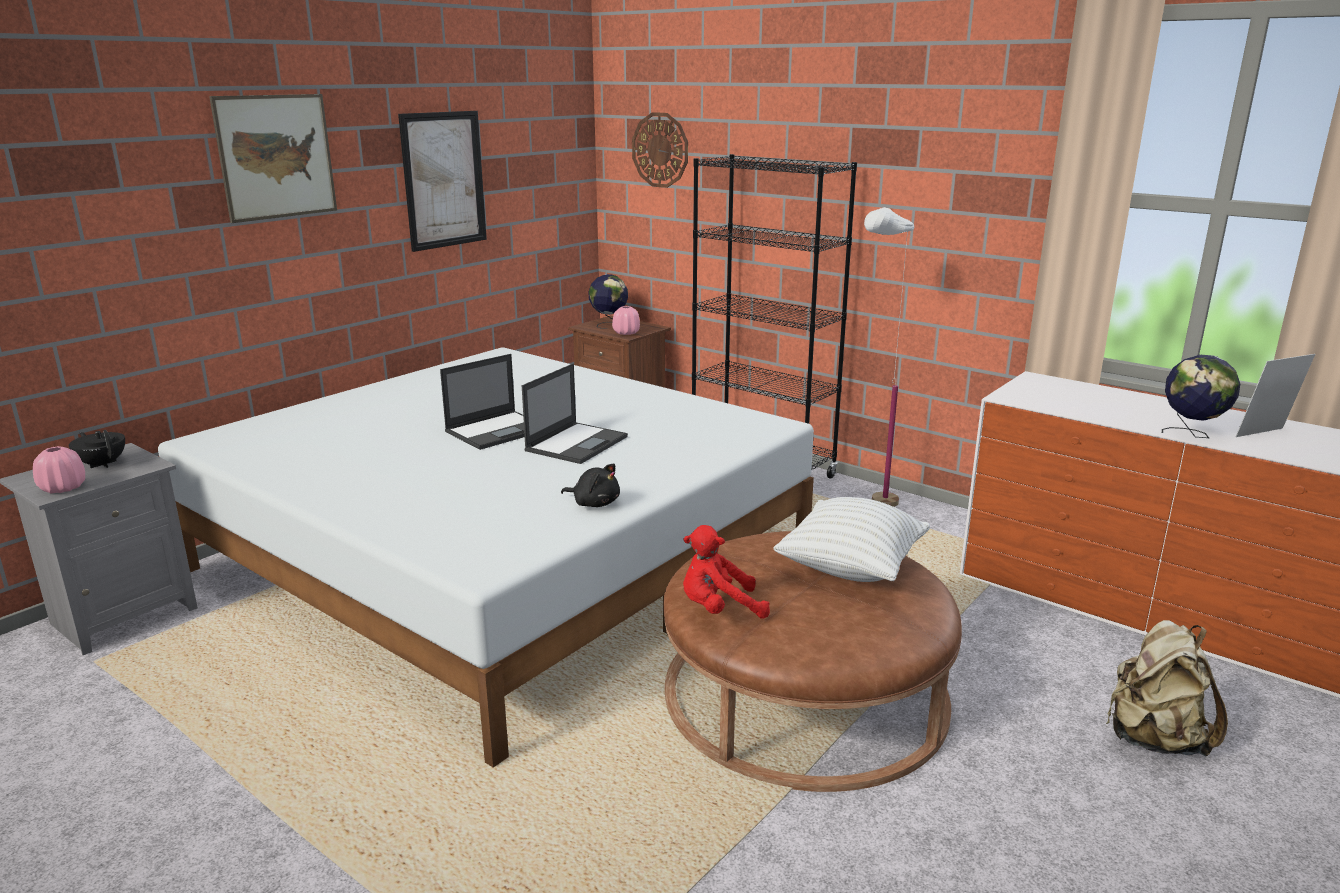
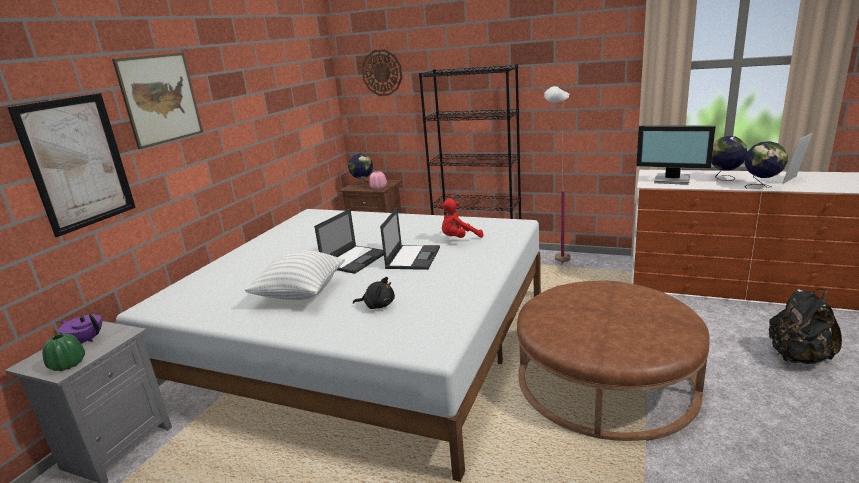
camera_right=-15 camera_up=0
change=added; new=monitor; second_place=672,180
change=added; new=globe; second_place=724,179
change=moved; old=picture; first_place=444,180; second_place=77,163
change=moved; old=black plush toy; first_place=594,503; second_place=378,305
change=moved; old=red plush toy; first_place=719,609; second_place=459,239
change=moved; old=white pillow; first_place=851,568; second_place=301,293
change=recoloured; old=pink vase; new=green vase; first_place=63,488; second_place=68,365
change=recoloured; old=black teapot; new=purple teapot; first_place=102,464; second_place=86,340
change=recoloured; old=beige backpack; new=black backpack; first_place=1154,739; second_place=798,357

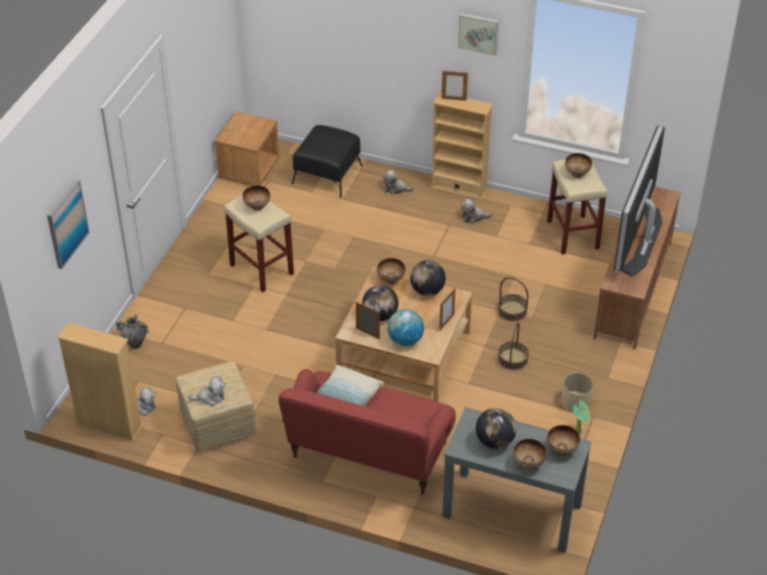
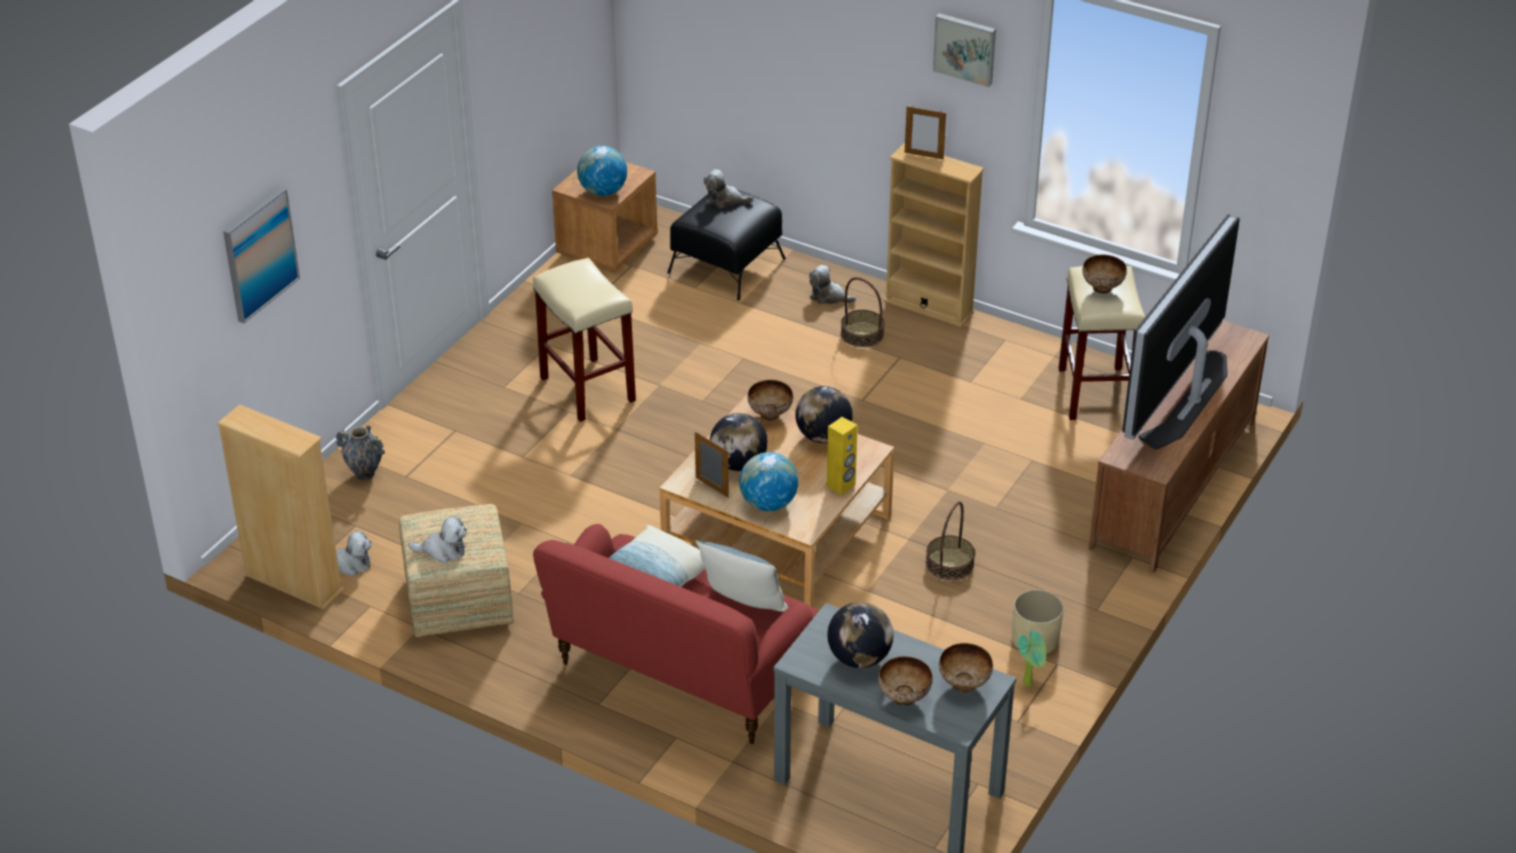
camera_right=10 camera_up=-5
change=removed; old=bowl; first_place=257,206
change=added; new=globe; second_place=603,191
change=added; new=pillow; second_place=744,605
change=moved; old=plush toy; first_place=474,217; second_place=725,200
change=moved; old=basket; first_place=512,311; second_place=862,334
change=replaced; old=picture frame; new=yellow speaker; first_place=446,322; second_place=841,485

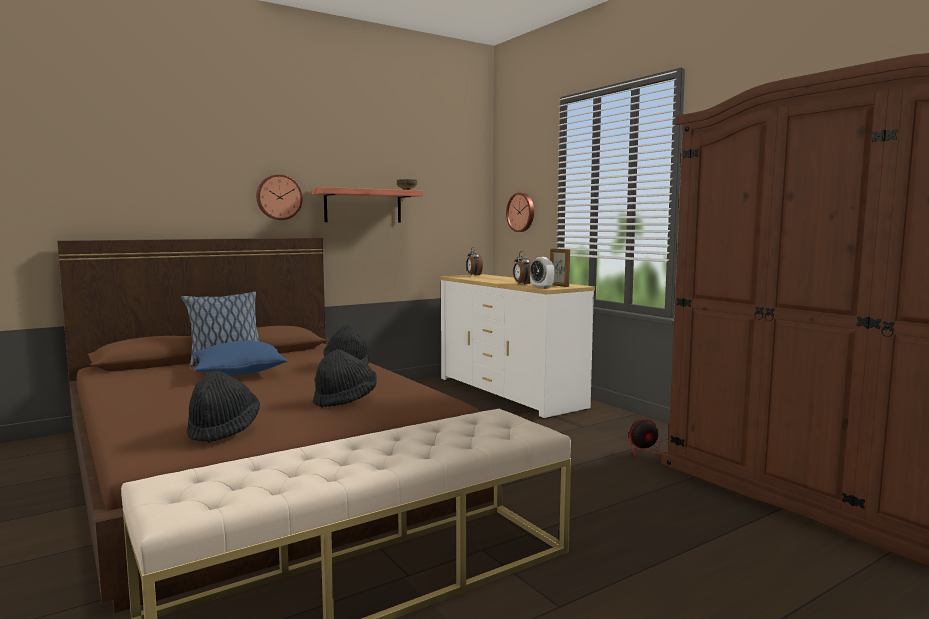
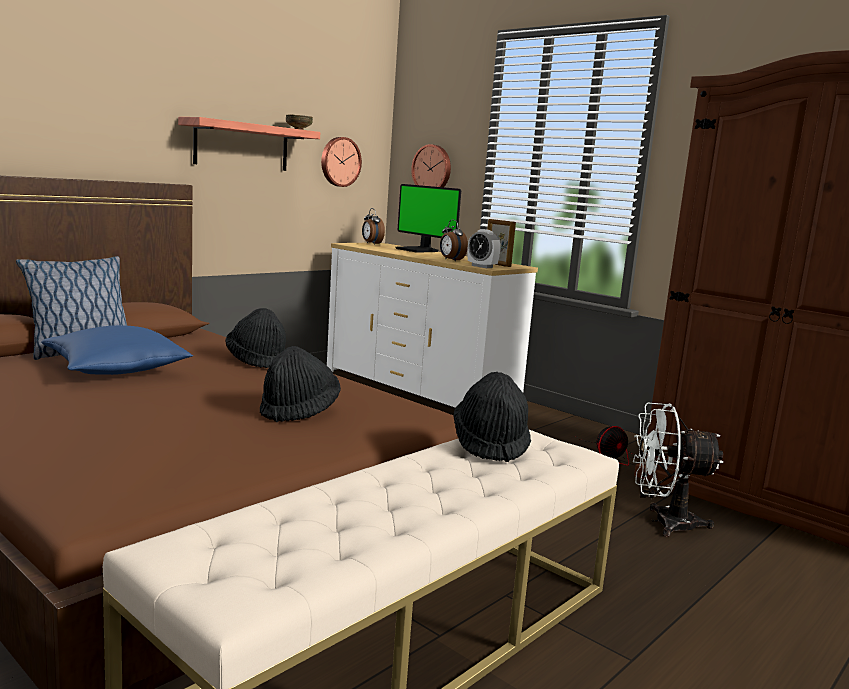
camera_right=-15 camera_up=5
change=added; new=monitor; second_place=418,250
change=added; new=white fan; second_place=663,522
change=moved; old=black hat; first_place=224,430; second_place=490,444
change=moved; old=wall clock; first_place=278,197; second_place=339,161

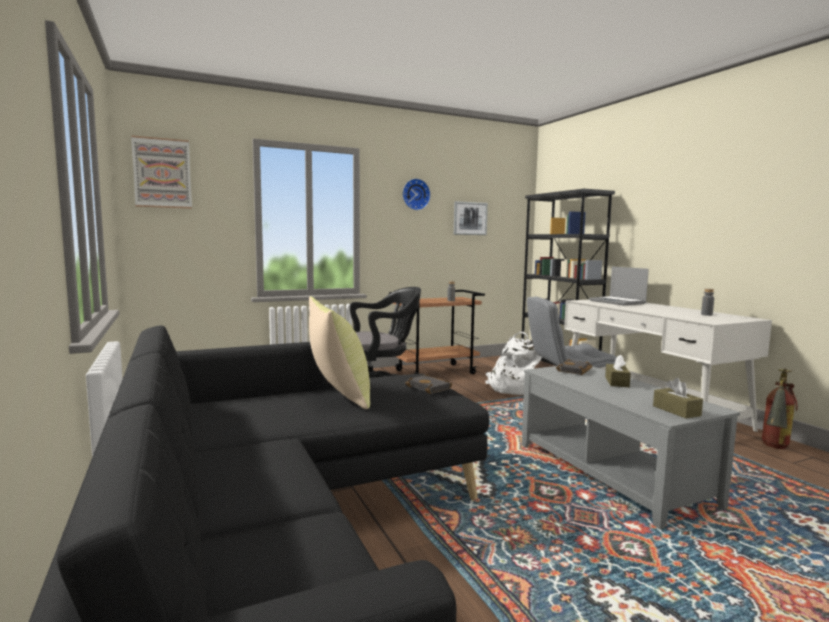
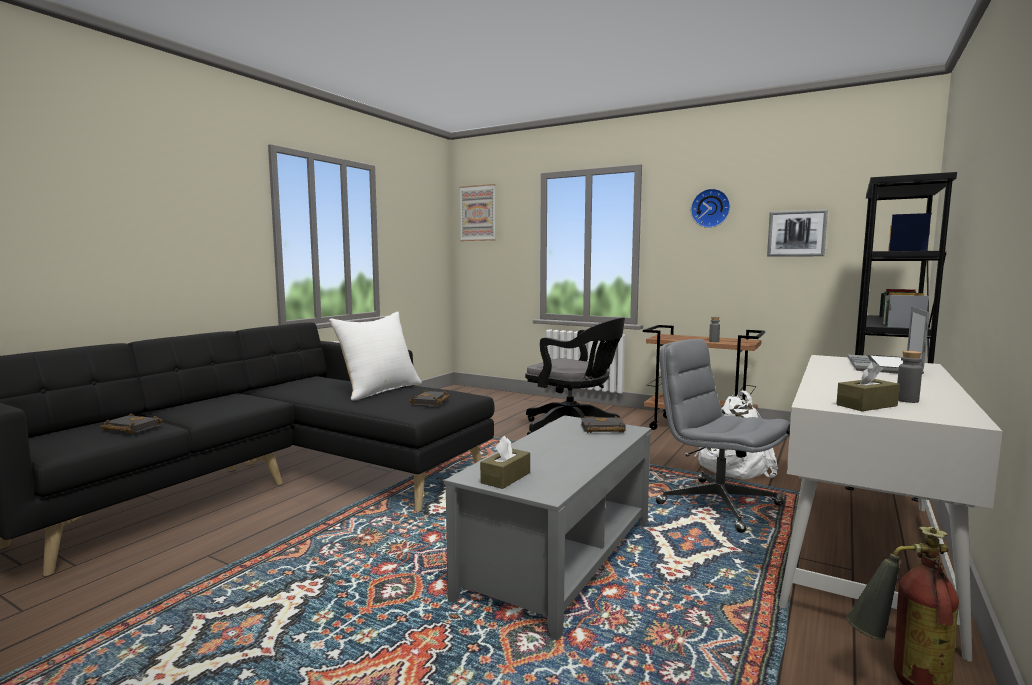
camera_right=55 camera_up=0
change=added; new=black book; second_place=129,428
change=moved; old=brown tissue box; first_place=617,382; second_place=866,405
change=recoloured; old=yellow pillow; new=white pillow; first_place=338,394; second_place=380,390

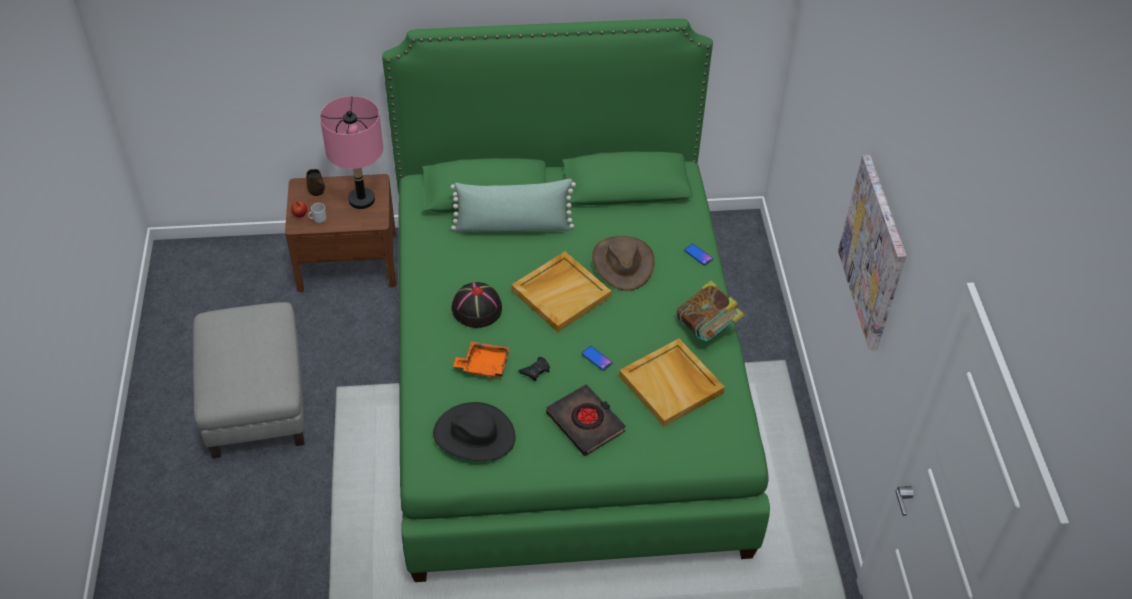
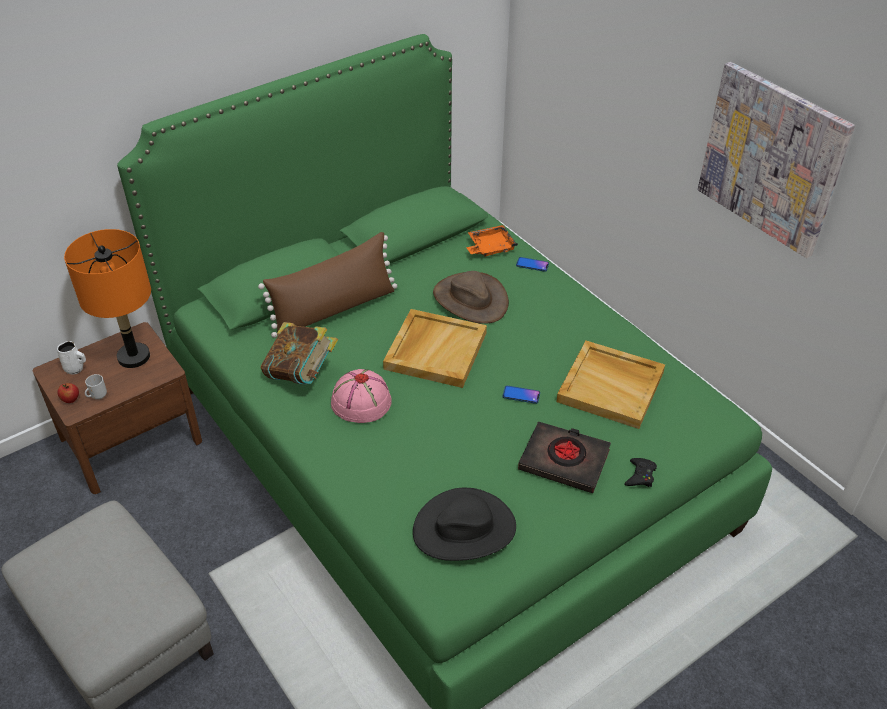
camera_right=-30 camera_up=-5
change=moved; old=orange tray; first_place=484,365; second_place=490,247
change=moved; old=black game controller; first_place=535,371; second_place=640,476
change=moved; old=book; first_place=707,328; second_place=301,374
change=recoloured; old=brown mug; new=white mug; first_place=317,192; second_place=75,369
change=recoloured; old=pink table lamp; new=orange table lamp; first_place=361,199; second_place=133,356
change=recoloured; old=green pillow; new=brown pillow; first_place=513,226; second_place=334,309
change=recoloured; old=black hat; new=pink hat; first_place=476,309; second_place=360,402

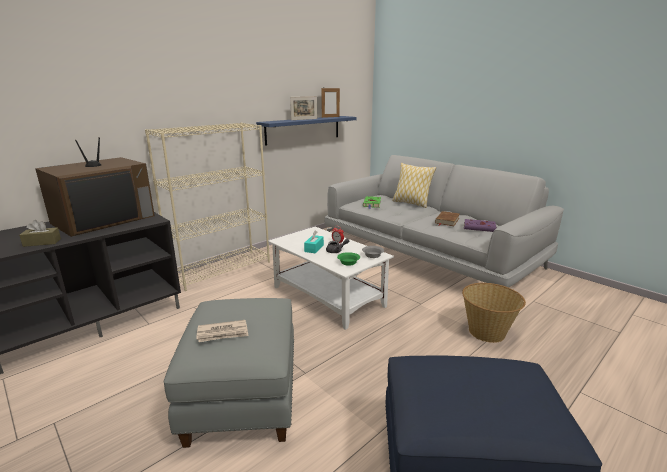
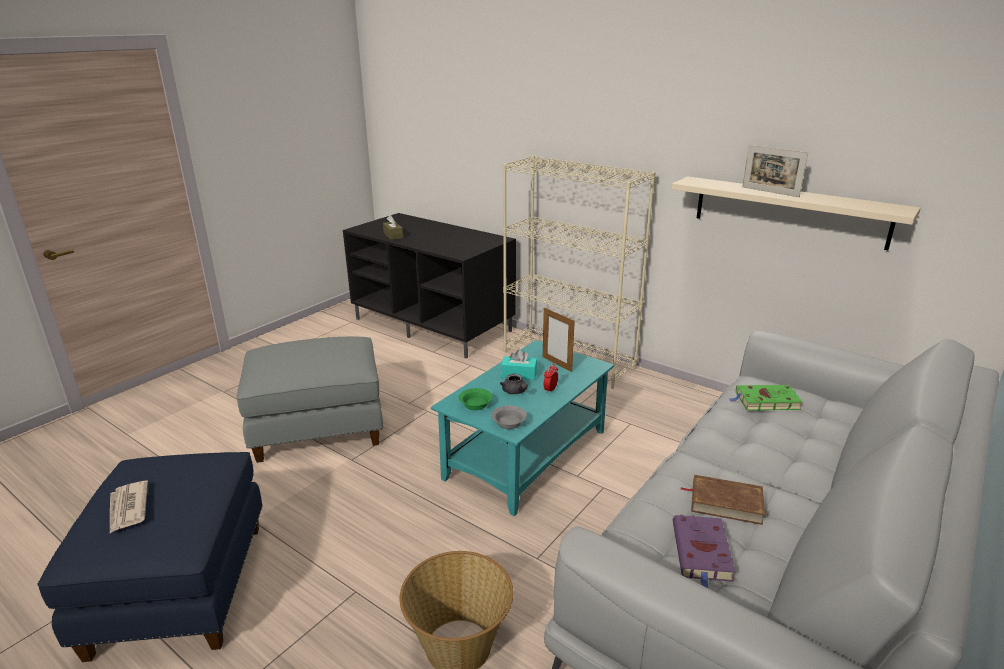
camera_right=80 camera_up=5
change=removed; old=television; first_place=105,220
change=removed; old=pillow; first_place=411,203
change=moved; old=newspaper; first_place=223,333; second_place=128,508
change=moved; old=picture frame; first_place=330,117; second_place=557,364
change=recoloured; old=blue shelf; new=beige shelf; first_place=303,129; second_place=789,211
change=recoloured; old=white coffee table; new=turquoise coffee table; first_place=329,297; second_place=526,455

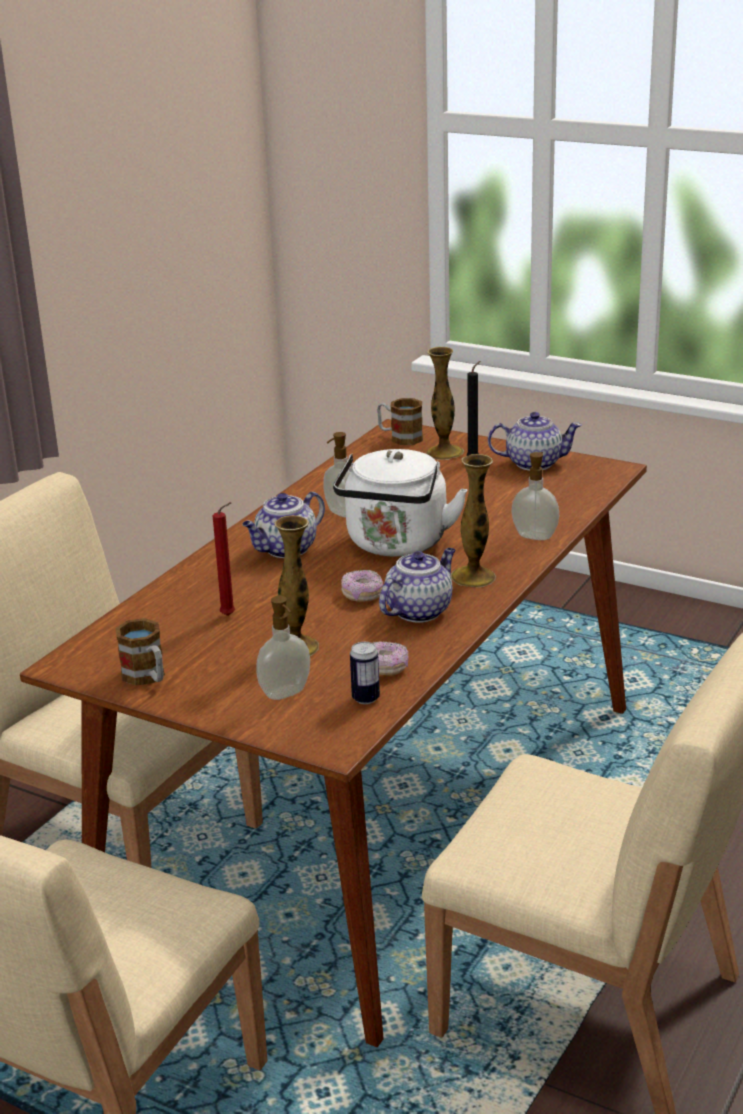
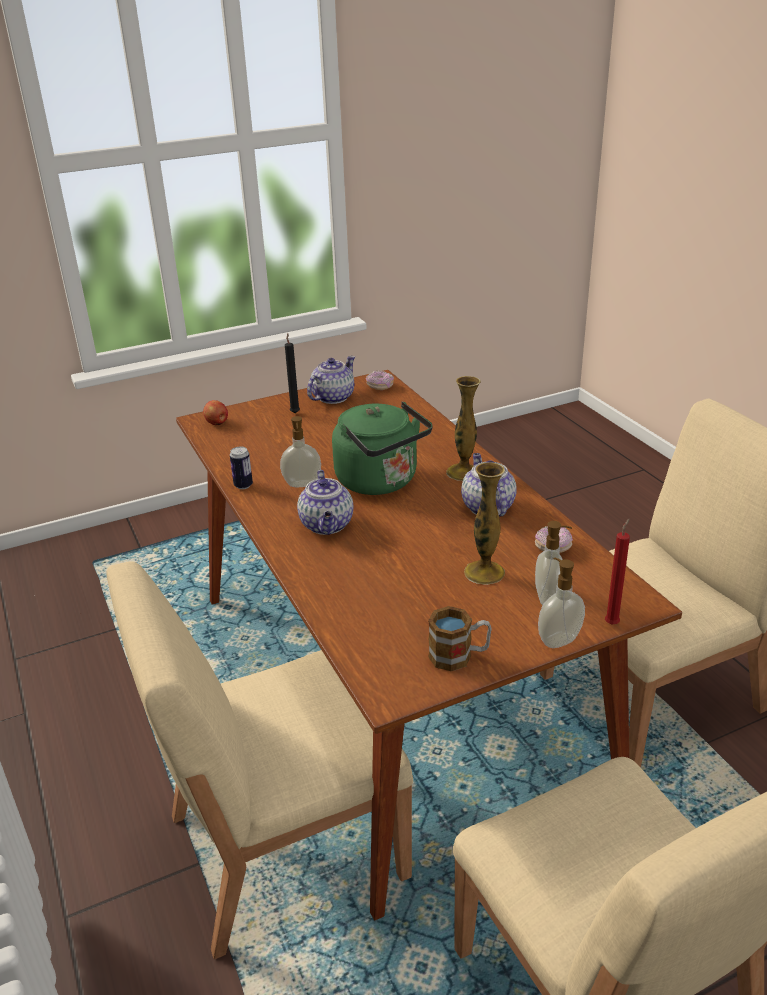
camera_right=-55 camera_up=5
change=removed; old=vase; first_place=444,452
change=moved; old=red candle; first_place=230,615; second_place=612,623
change=moved; old=donut; first_place=362,595; second_place=380,386
change=moved; old=can; first_place=365,698; second_place=243,485
change=moved; old=soap dispenser; first_place=535,536; second_place=558,639
change=replaced; old=mug; new=apple; first_place=400,437; second_place=217,423
change=recoloured; old=white kettle; new=green kettle; first_place=396,545; second_place=381,482

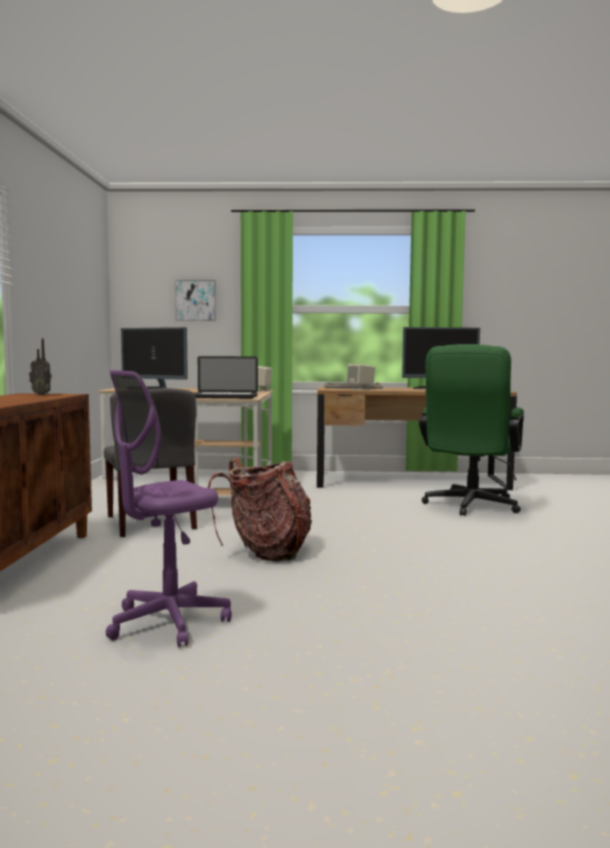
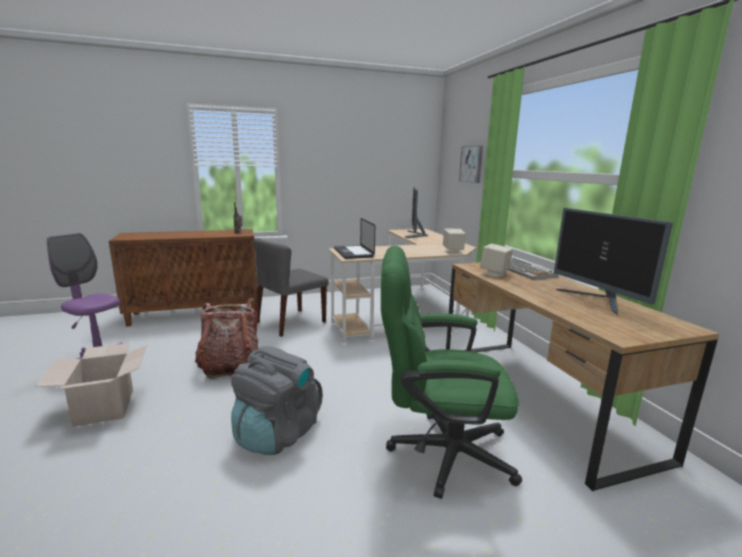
camera_right=70 camera_up=10
change=added; new=cardboard box; second_place=105,407
change=added; new=grey backpack; second_place=276,434

